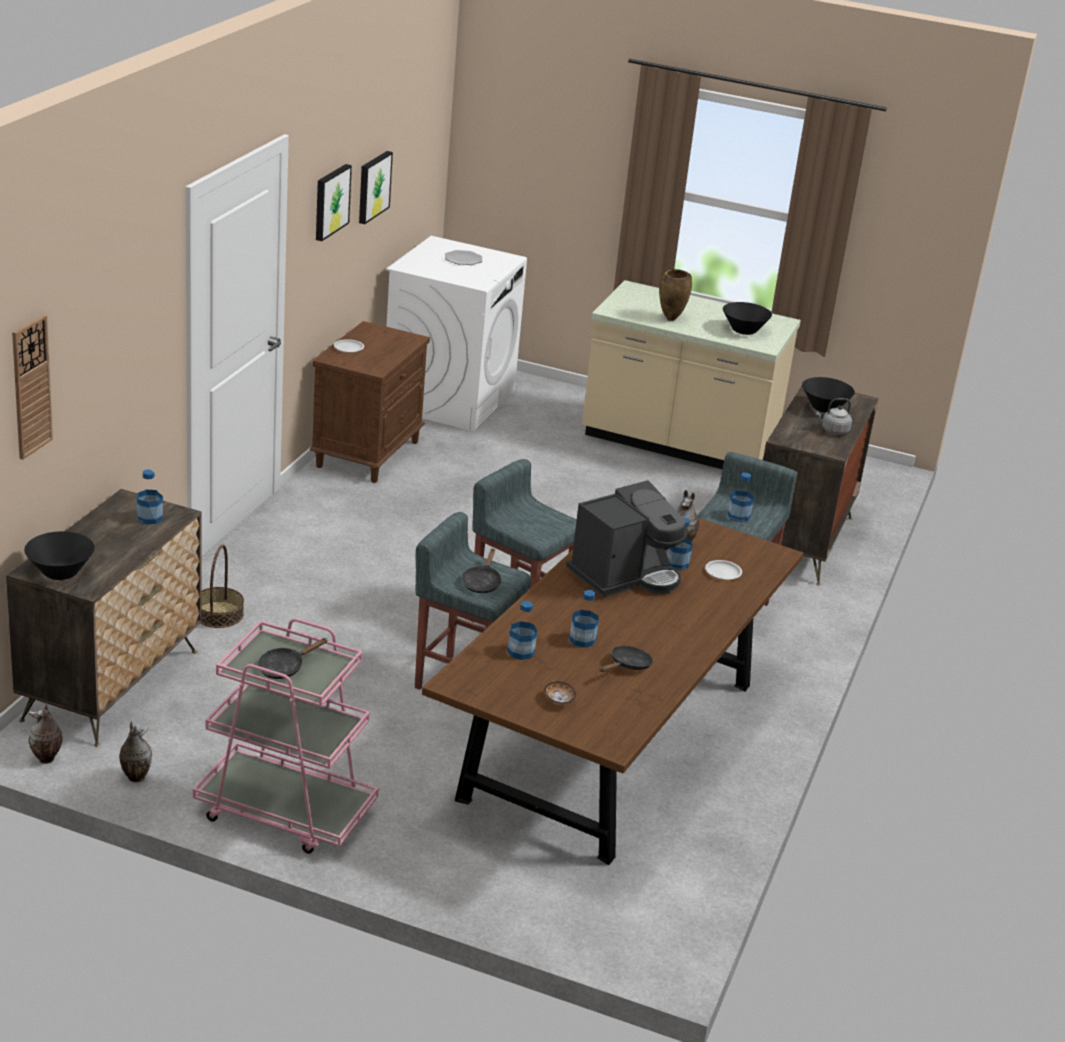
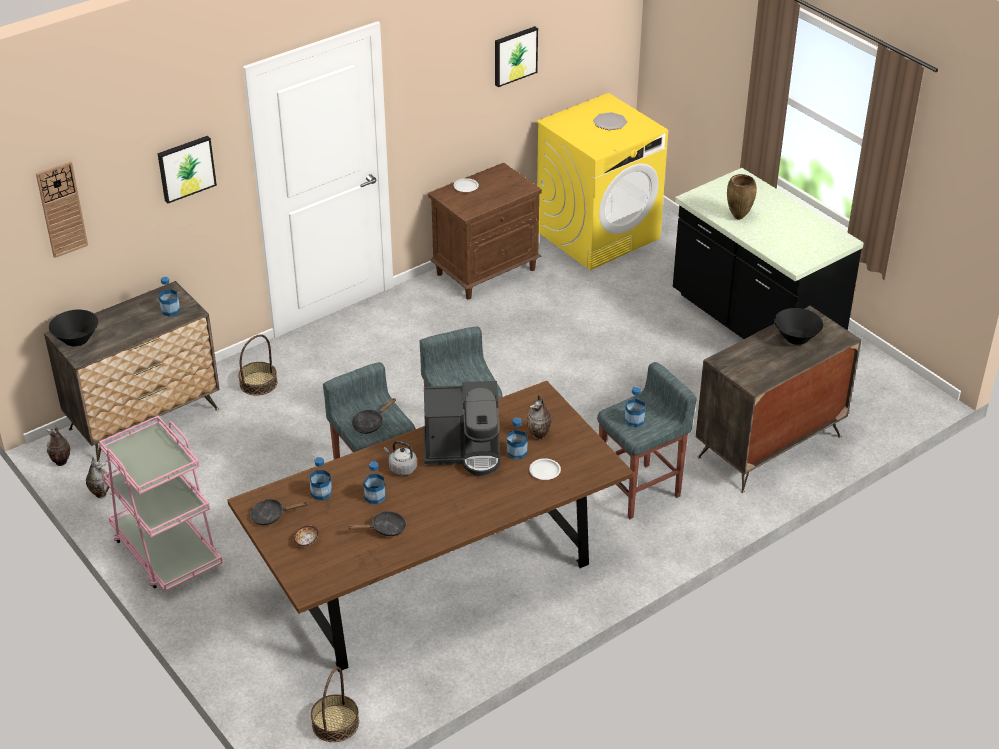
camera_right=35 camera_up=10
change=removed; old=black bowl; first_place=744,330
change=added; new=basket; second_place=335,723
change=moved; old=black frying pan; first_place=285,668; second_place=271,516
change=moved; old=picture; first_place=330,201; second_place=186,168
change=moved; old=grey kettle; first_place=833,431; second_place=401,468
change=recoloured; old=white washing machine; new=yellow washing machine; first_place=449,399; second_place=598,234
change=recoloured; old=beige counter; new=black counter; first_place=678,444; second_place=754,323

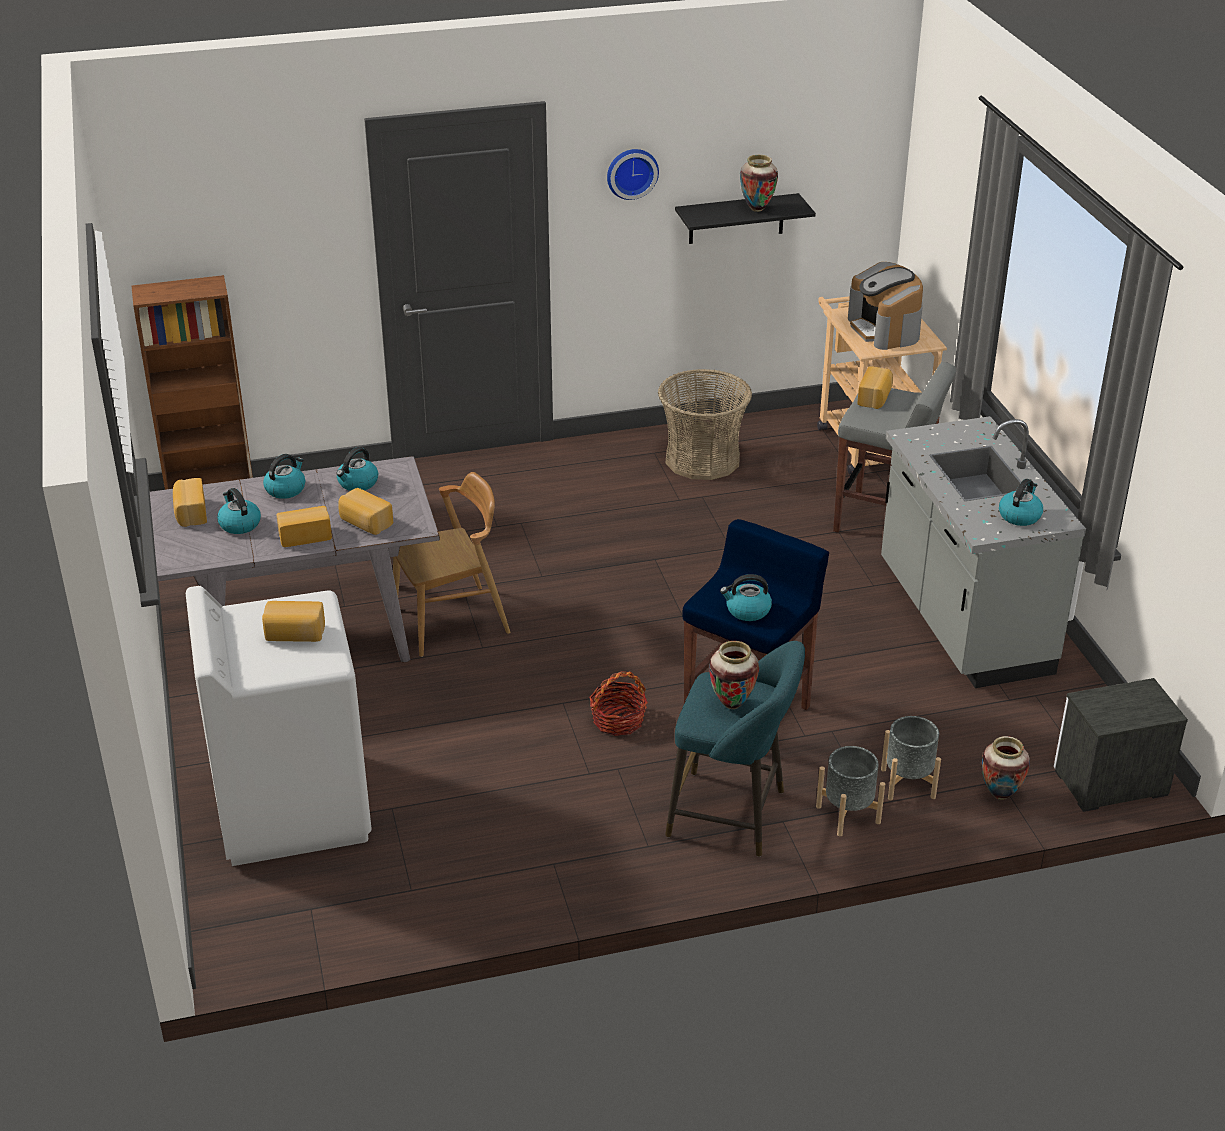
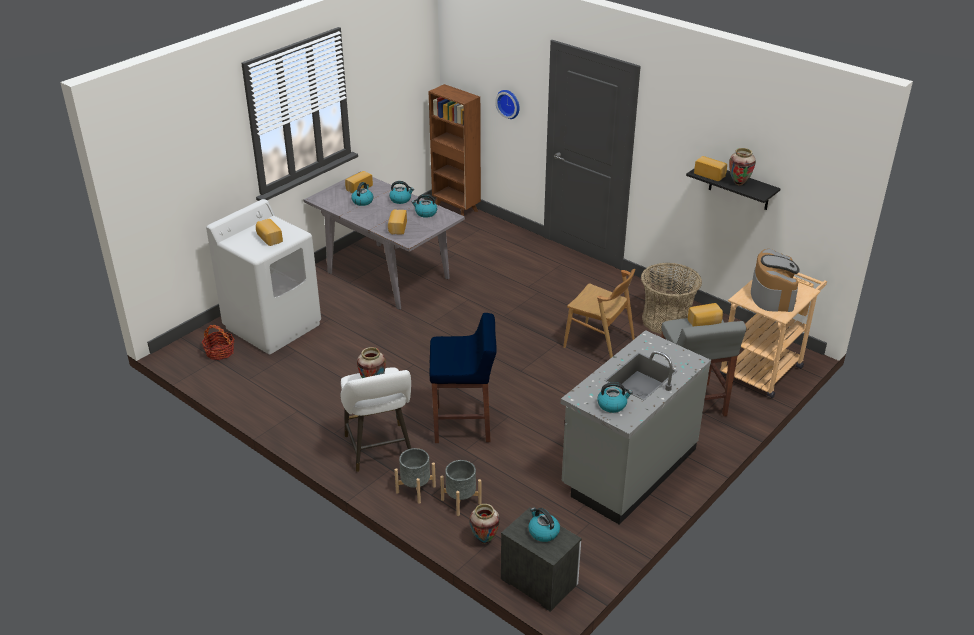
camera_right=55 camera_up=0
change=moved; old=bread; first_place=305,535; second_place=710,174
change=moved; old=brown chair; first_place=452,621; second_place=599,343
change=moved; old=basket; first_place=618,720; second_place=220,352
change=moved; old=wall clock; first_place=631,172; second_place=509,103
change=moved; old=kettle; first_place=747,610; second_place=543,532
change=recoloured; old=turquoise stool; new=white stool; first_place=733,815; second_place=380,451
change=turned; old=coffee machine; first_place=885,329; second_place=772,295; degrees=150

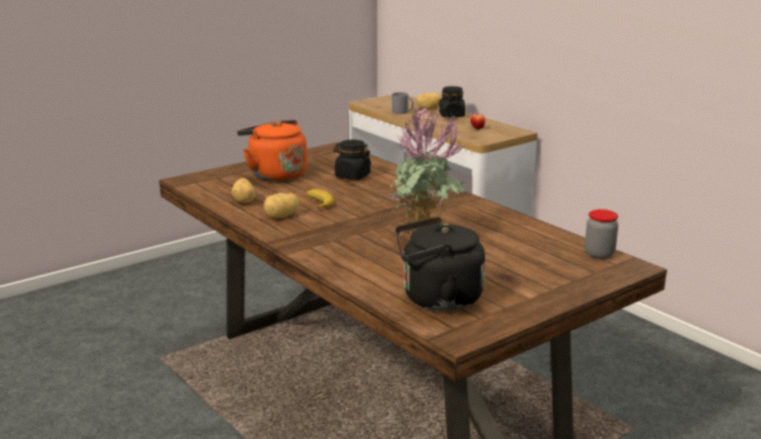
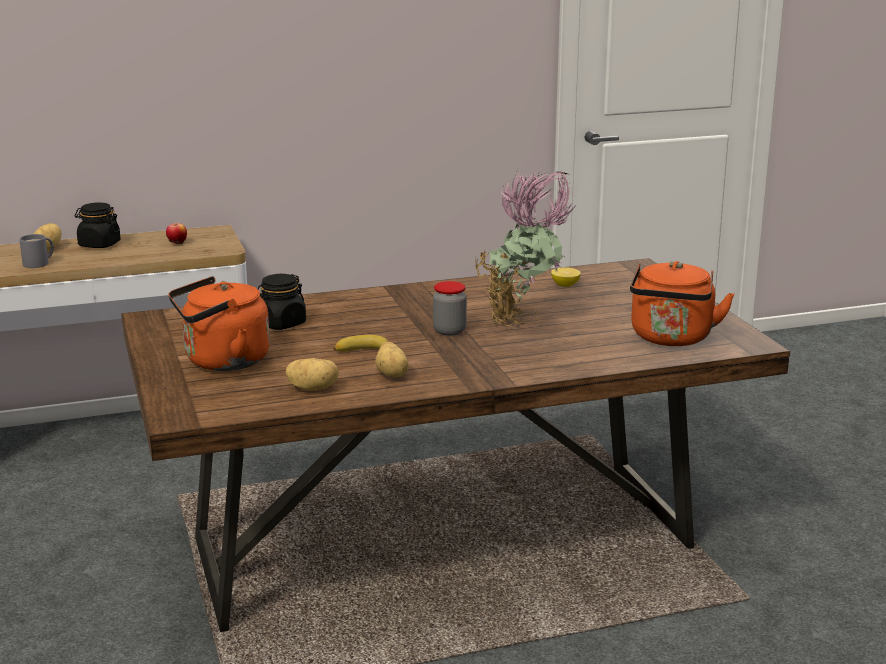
camera_right=-70 camera_up=0
change=added; new=lemon; second_place=565,285
change=moved; old=jar; first_place=599,254; second_place=449,331
change=recoloured; old=black kettle; new=orange kettle; first_place=436,299; second_place=671,339

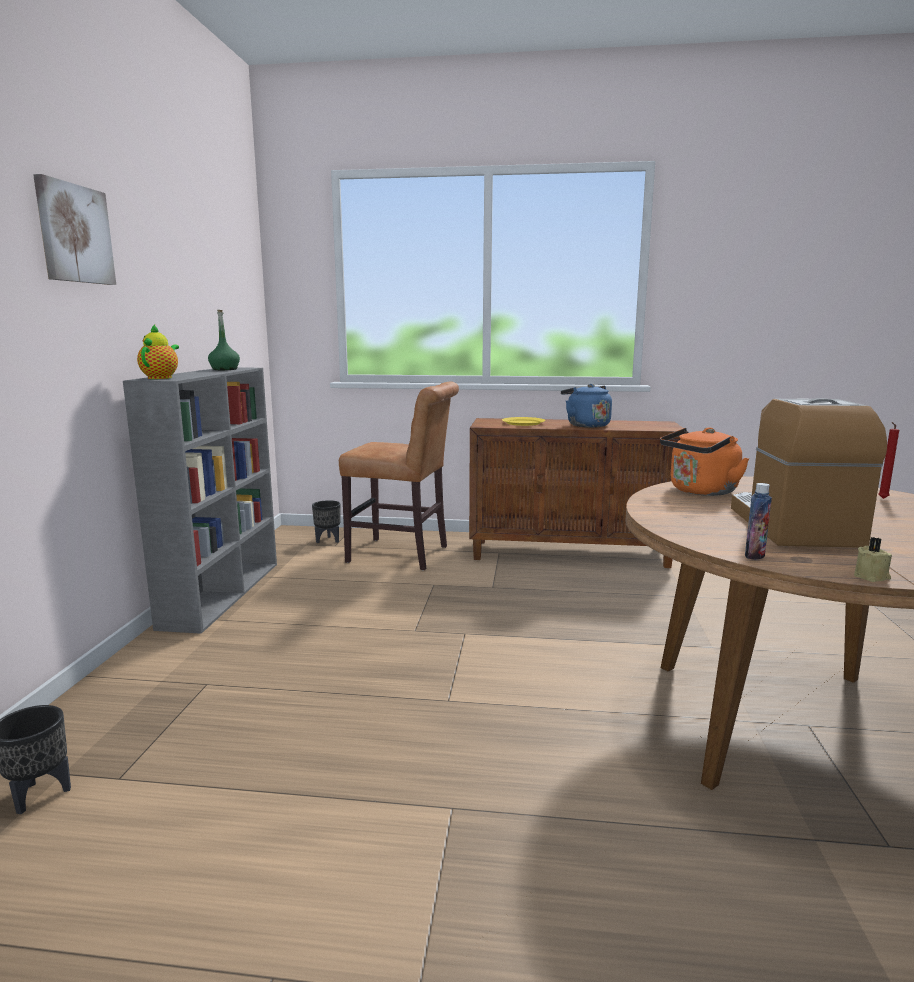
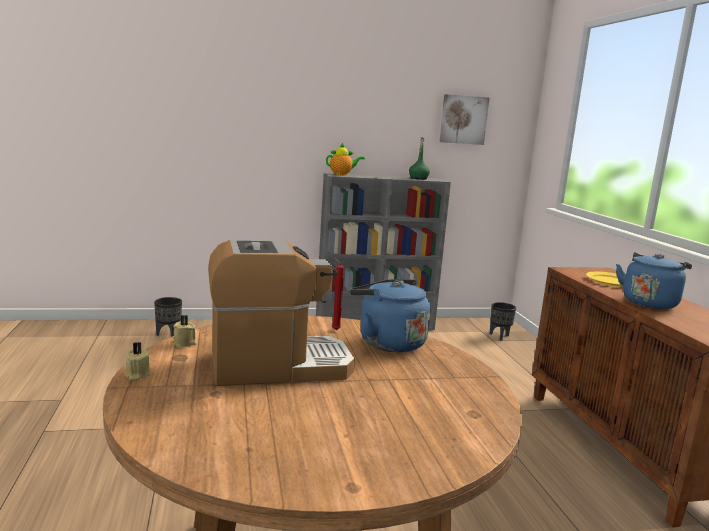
camera_right=70 camera_up=0
change=removed; old=brown chair; first_place=403,555
change=moved; old=picture; first_place=74,234; second_place=463,119
change=moved; old=red candle; first_place=882,499; second_place=335,329
change=replaced; old=bottle; new=beige candle; first_place=754,555; second_place=185,343
change=recoloured; old=orange kettle; new=blue kettle; first_place=700,491; second_place=387,342

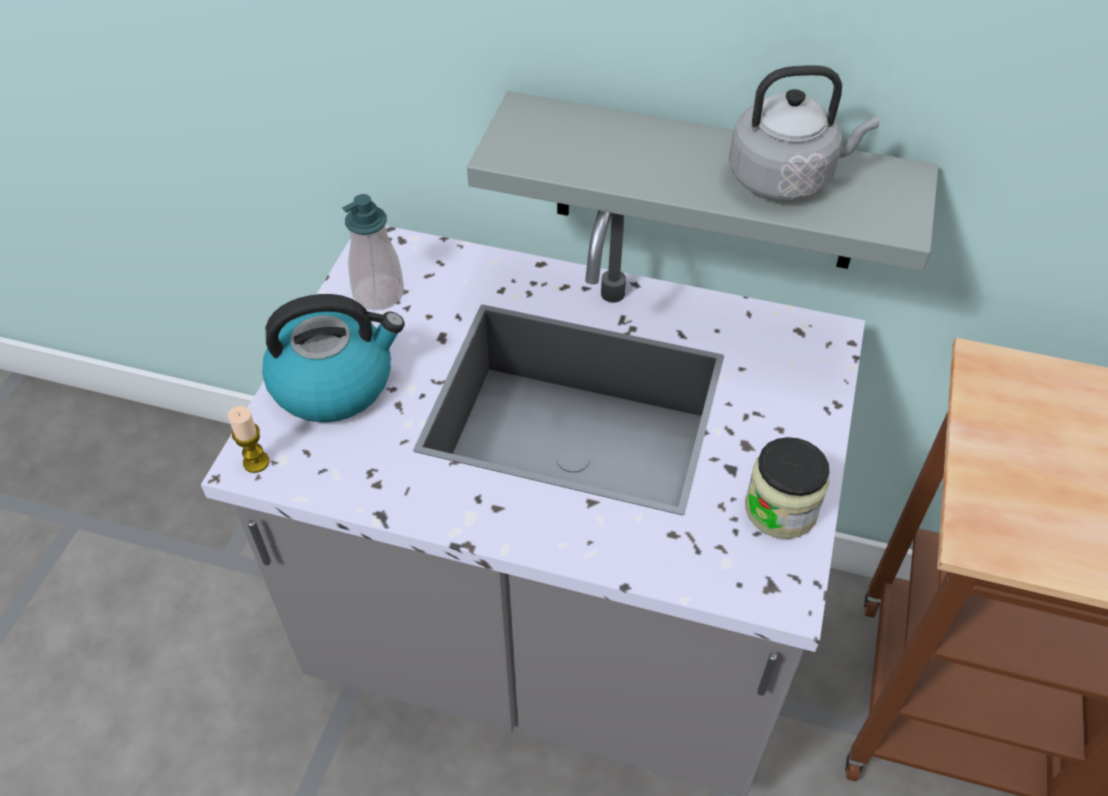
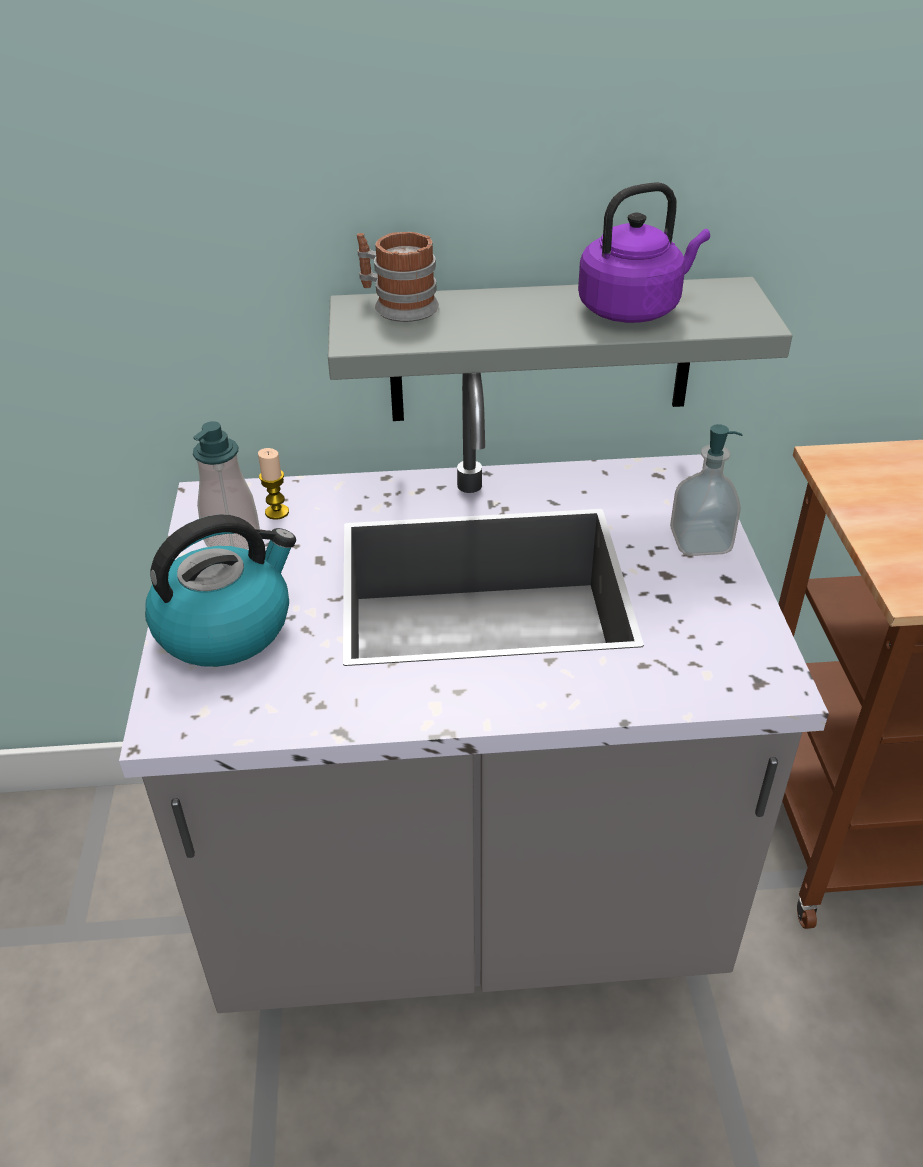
camera_right=-20 camera_up=-10
change=removed; old=jar; first_place=781,509
change=added; new=mug; second_place=397,305
change=added; new=soap dispenser; second_place=700,542
change=moved; old=candle; first_place=256,462; second_place=277,512
change=recoloured; old=grey kettle; new=purple kettle; first_place=786,178; second_place=633,308

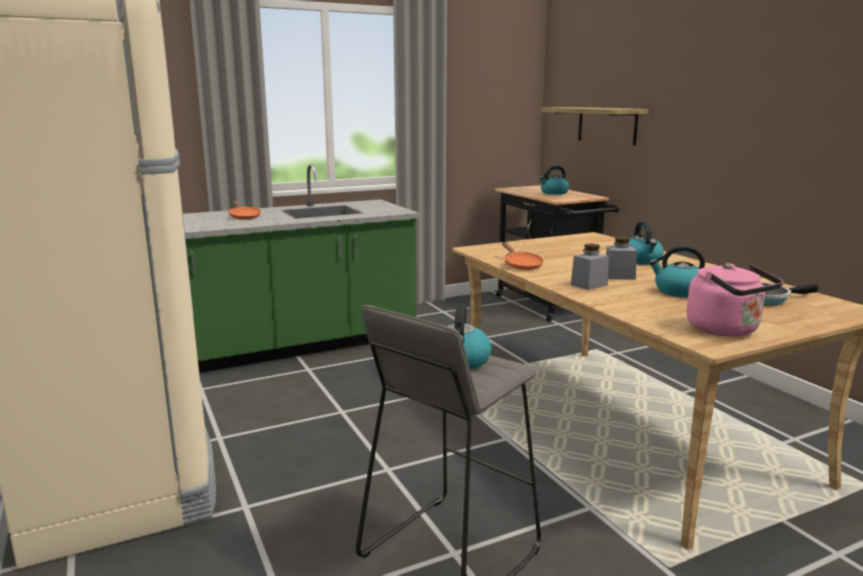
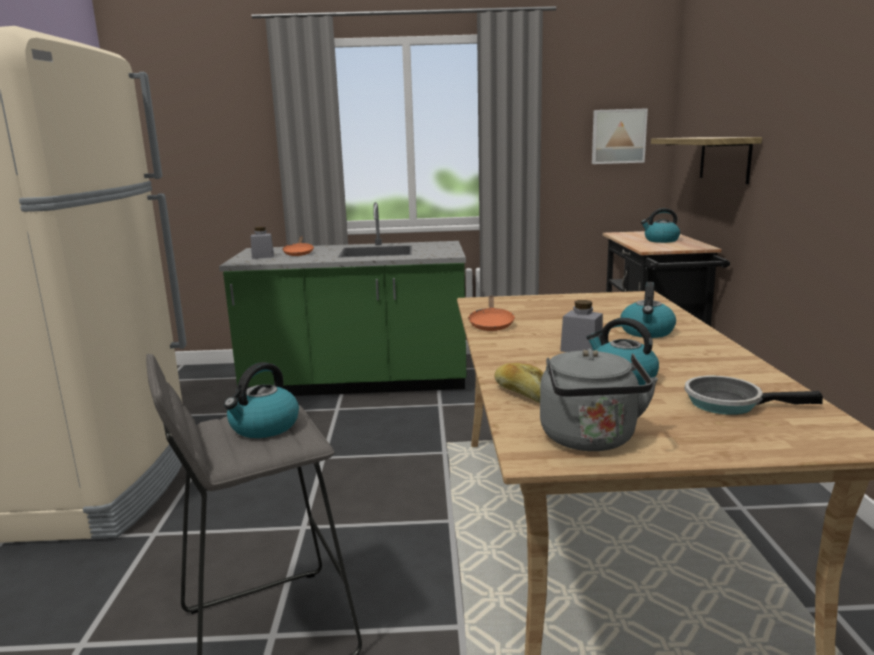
camera_right=25 camera_up=0
change=added; new=bread; second_place=523,394
change=added; new=picture; second_place=618,136
change=moved; old=grey jar; first_place=589,285; second_place=263,256
change=recoloured; old=pink kettle; new=grey kettle; first_place=726,330; second_place=590,440

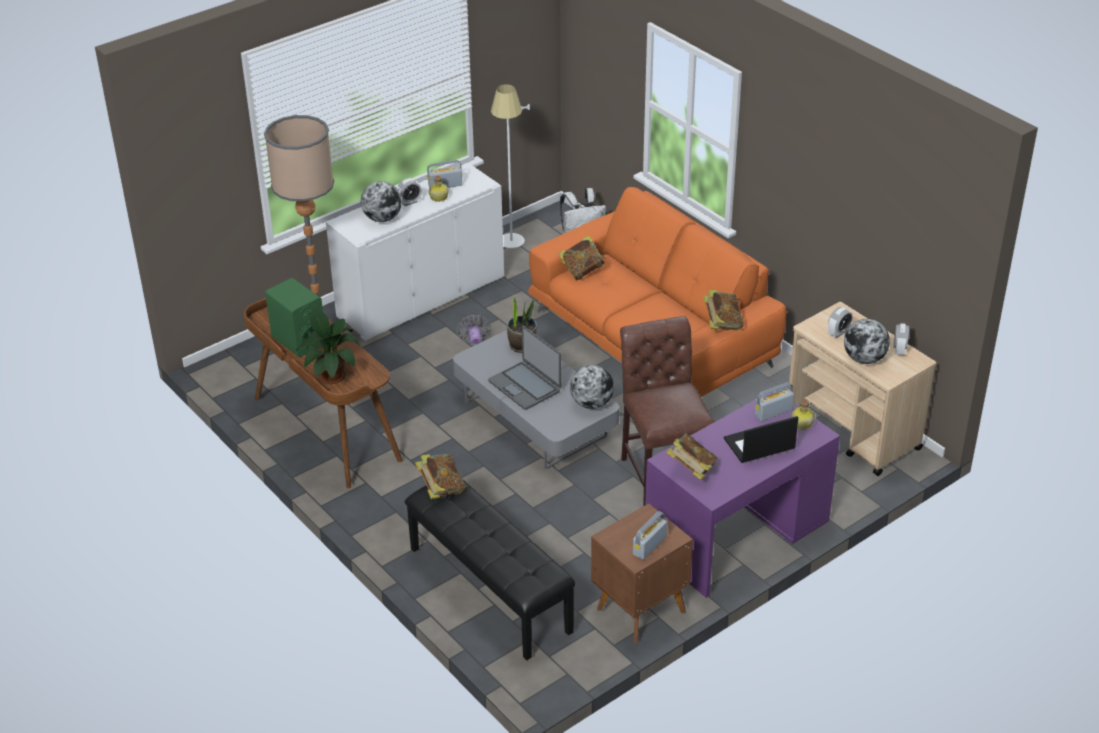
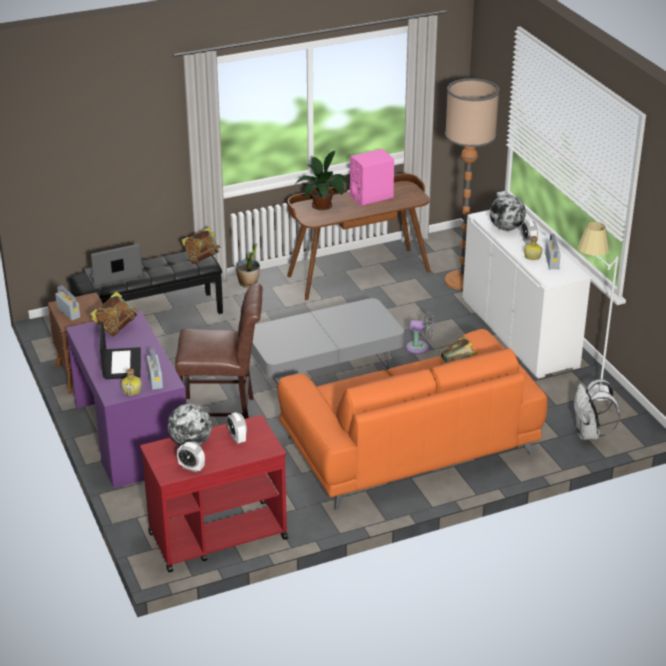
camera_right=105 camera_up=-5
change=removed; old=globe; first_place=591,404
change=removed; old=book; first_place=722,324
change=moved; old=laptop; first_place=525,386; second_place=113,275
change=moved; old=potted plant; first_place=521,345; second_place=248,283
change=recoloured; old=green speaker; new=pink speaker; first_place=298,340; second_place=371,197
change=recoloured; old=beige cart; new=red cart; first_place=853,431; second_place=217,536

